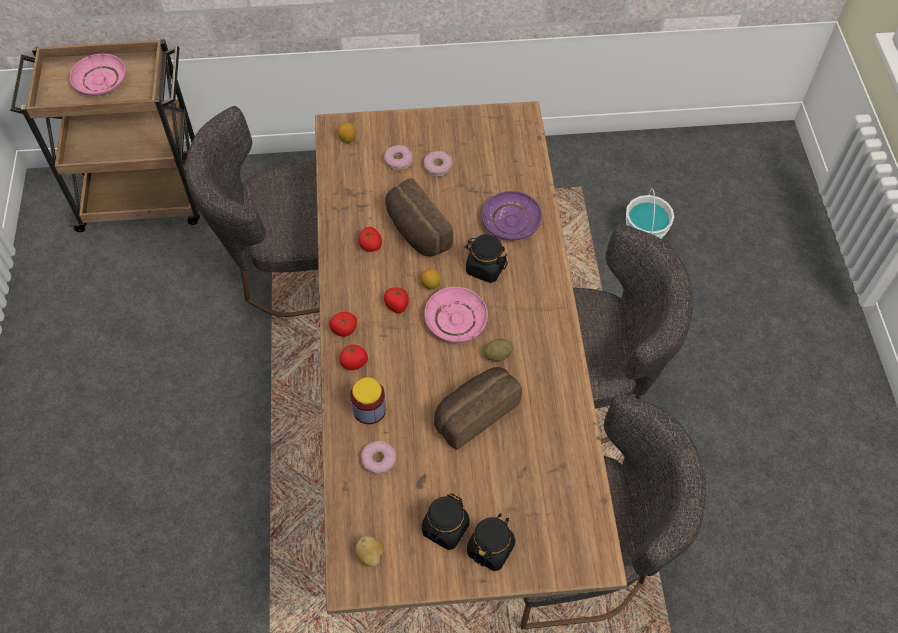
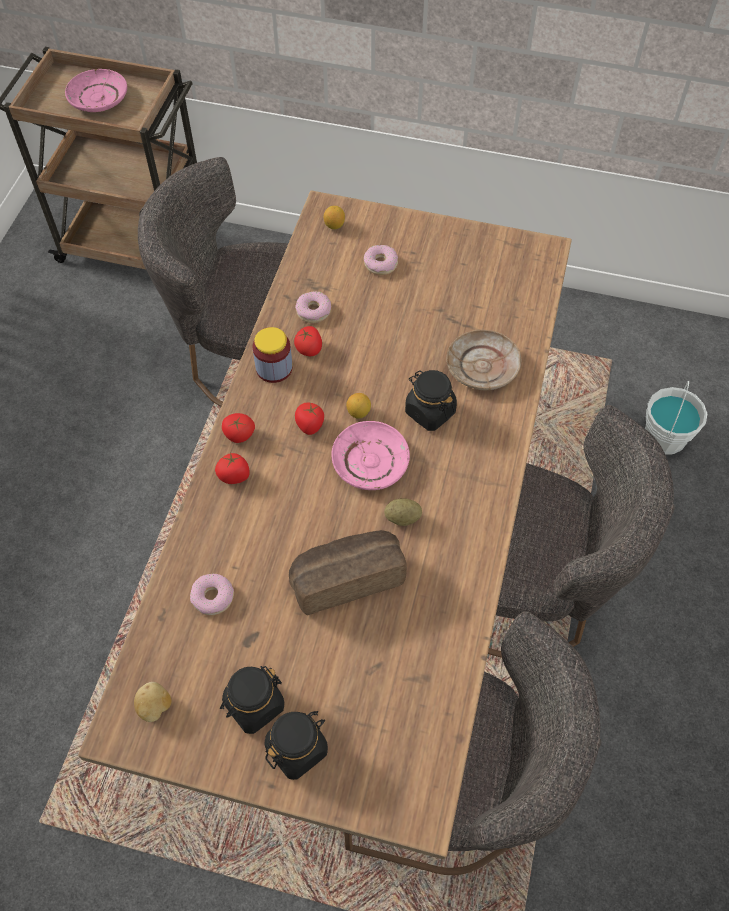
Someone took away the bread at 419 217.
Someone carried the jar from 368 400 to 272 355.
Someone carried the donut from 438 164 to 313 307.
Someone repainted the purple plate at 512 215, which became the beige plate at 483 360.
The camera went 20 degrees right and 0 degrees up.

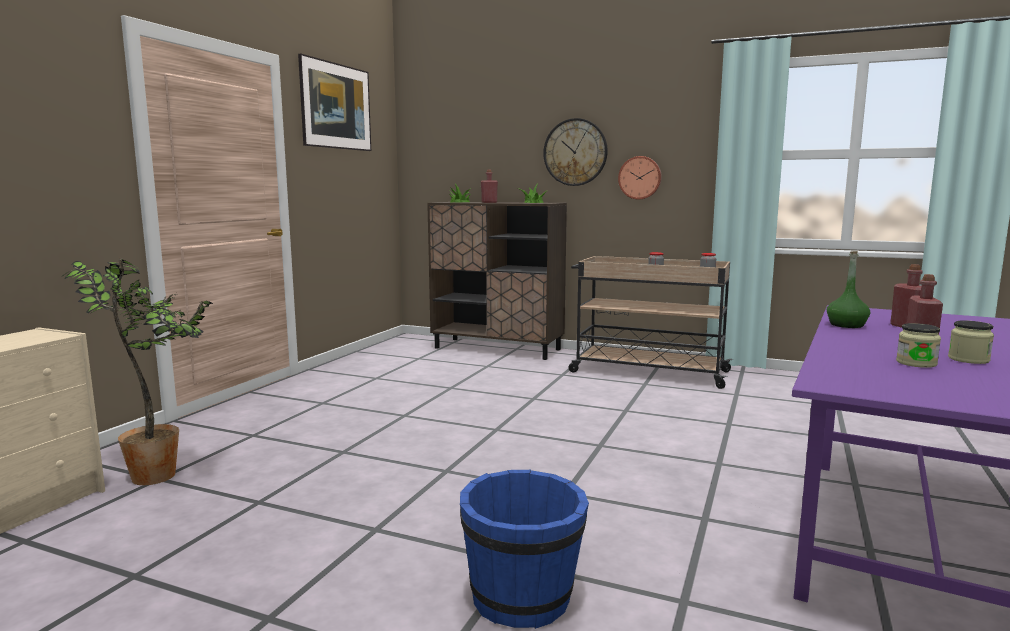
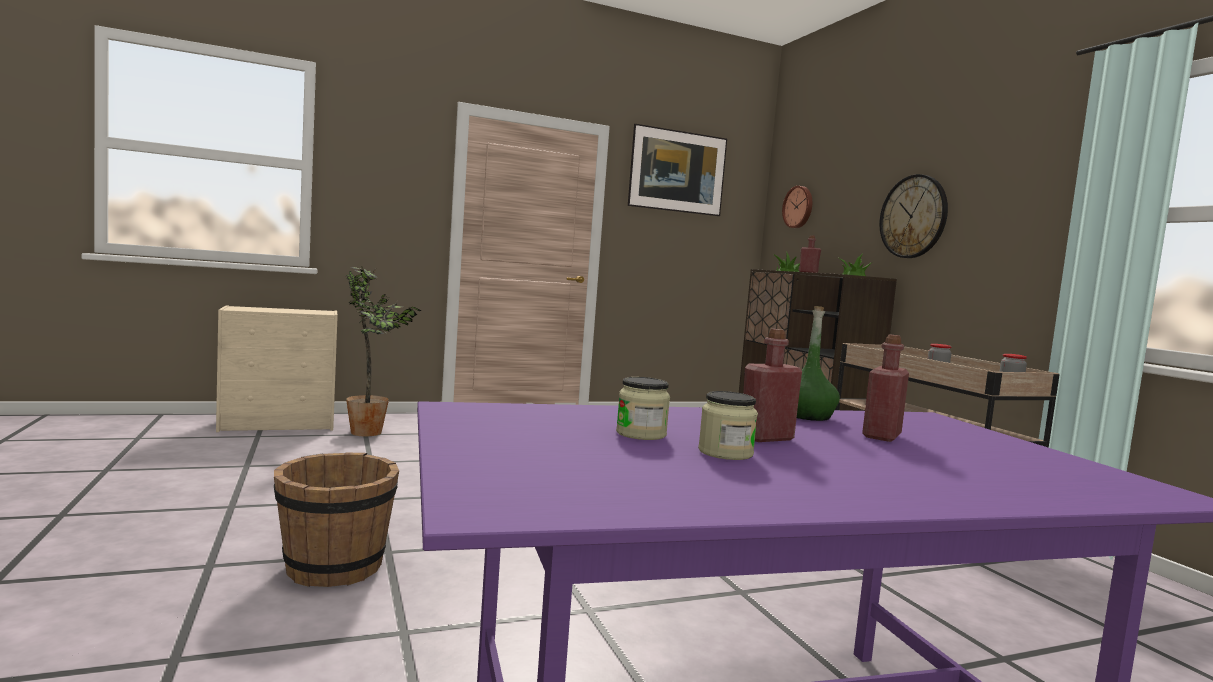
Someone carried the wall clock from 640 178 to 797 207.
Someone repainted the blue bucket at 524 549, which became the brown bucket at 336 520.
The camera went 45 degrees right and 5 degrees down.

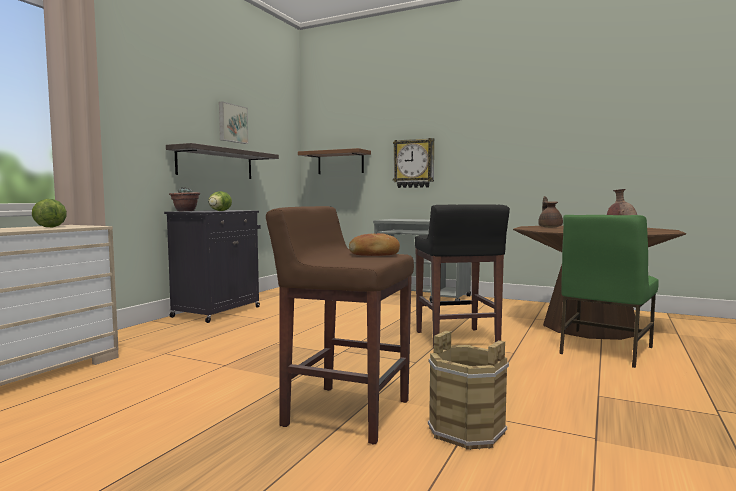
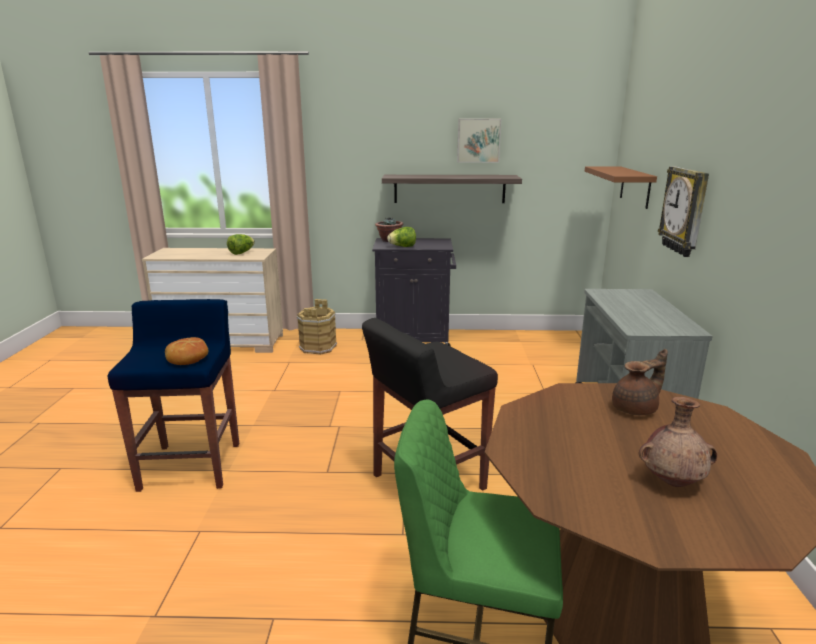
Someone carried the brown bucket from 468 390 to 317 327.
Someone repainted the brown stool at 340 325, which became the blue stool at 173 395.
The camera went 65 degrees right and 15 degrees up.

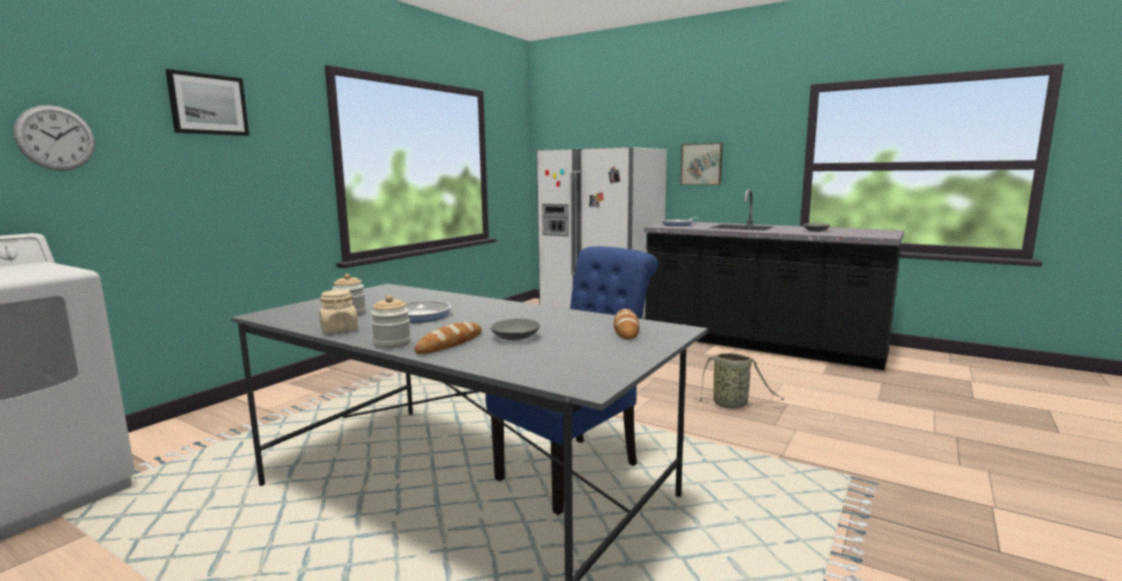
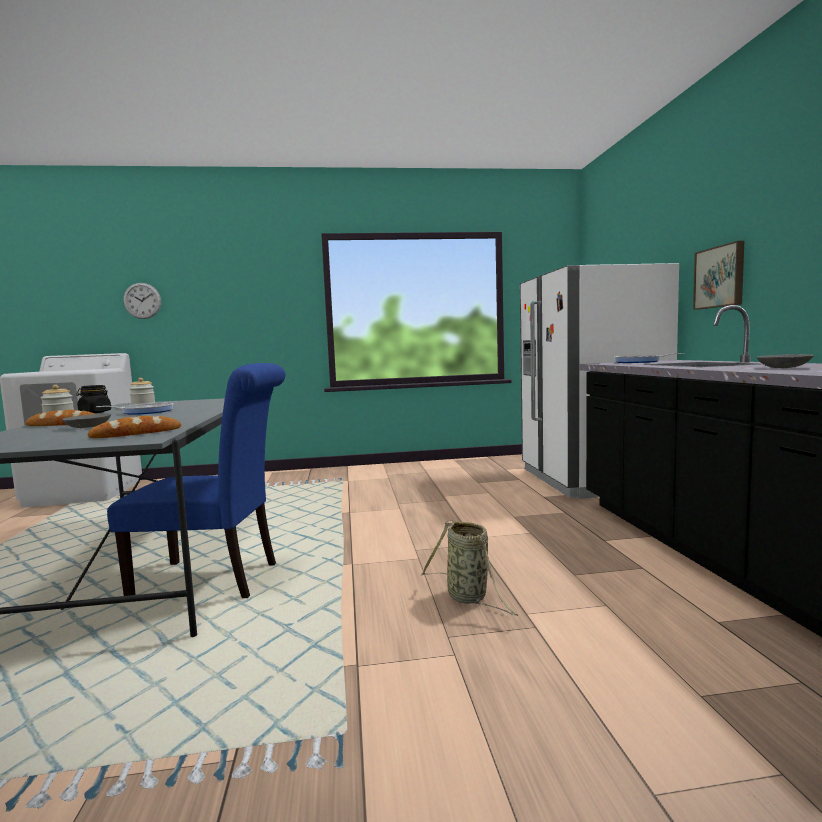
Someone took away the picture at 207 102.
Someone repainted the beige jar at 338 311, which became the black jar at 94 399.
The camera went 50 degrees right and 5 degrees down.

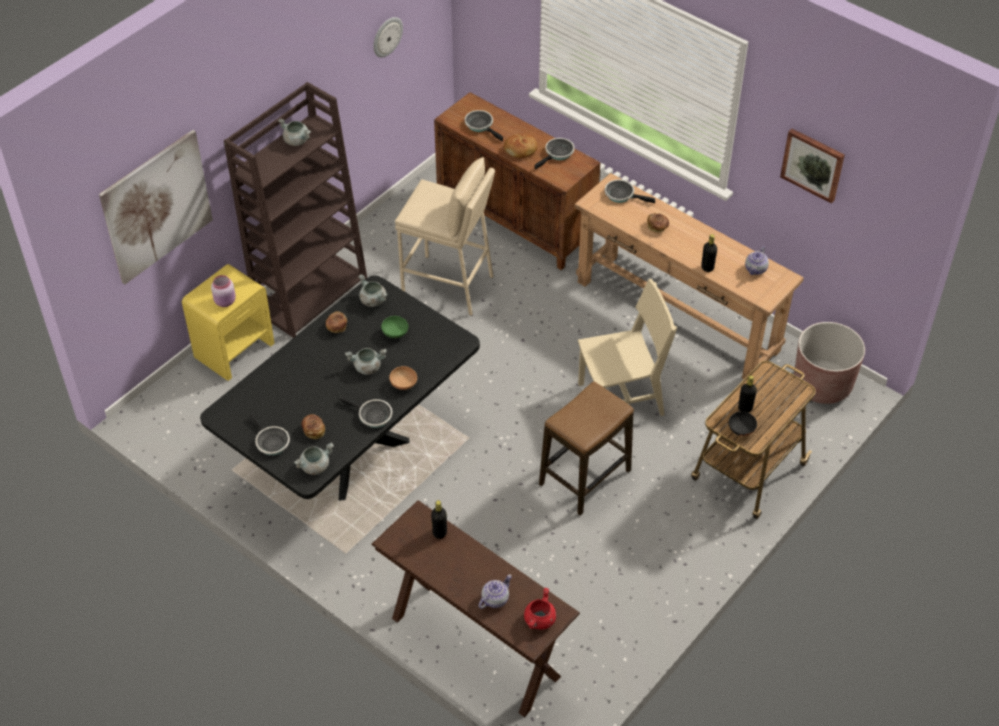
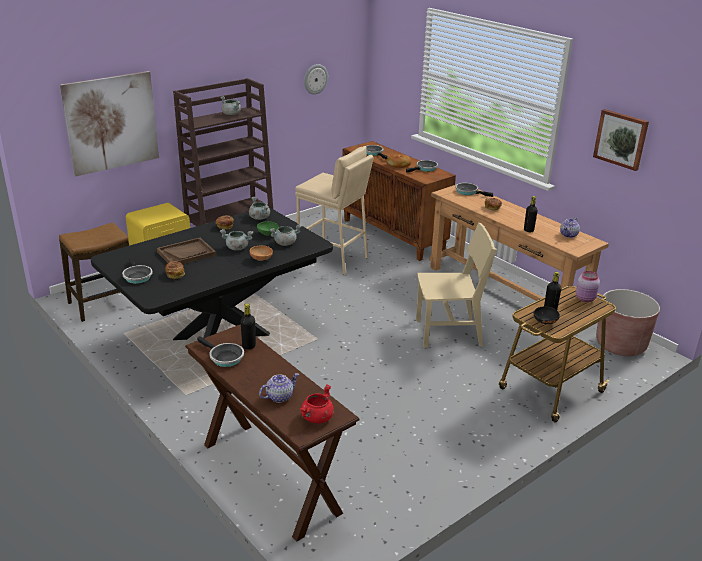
Someone put down the brown tray at 186 251.
Someone carried the pink jar from 223 291 to 588 286.
Someone carried the grey cooking pot from 314 458 to 286 235.
Someone carried the frying pan from 366 412 to 220 351.
Someone carried the stool from 586 448 to 94 272.
The camera went 10 degrees right and 20 degrees down.

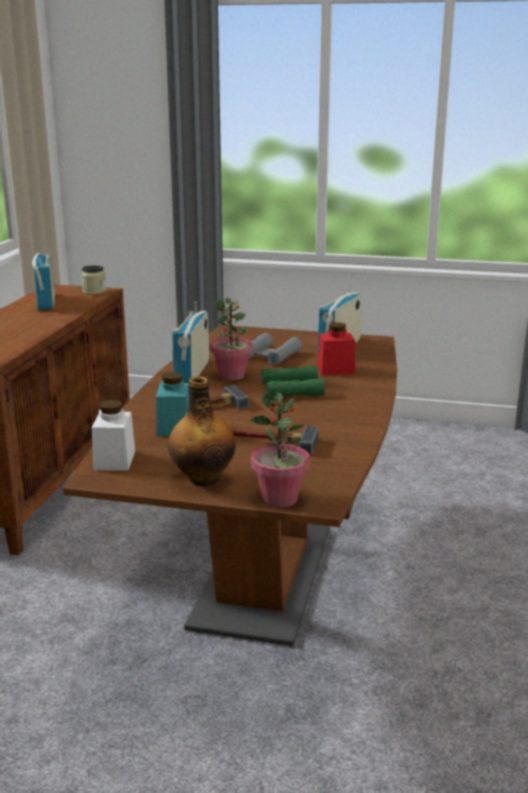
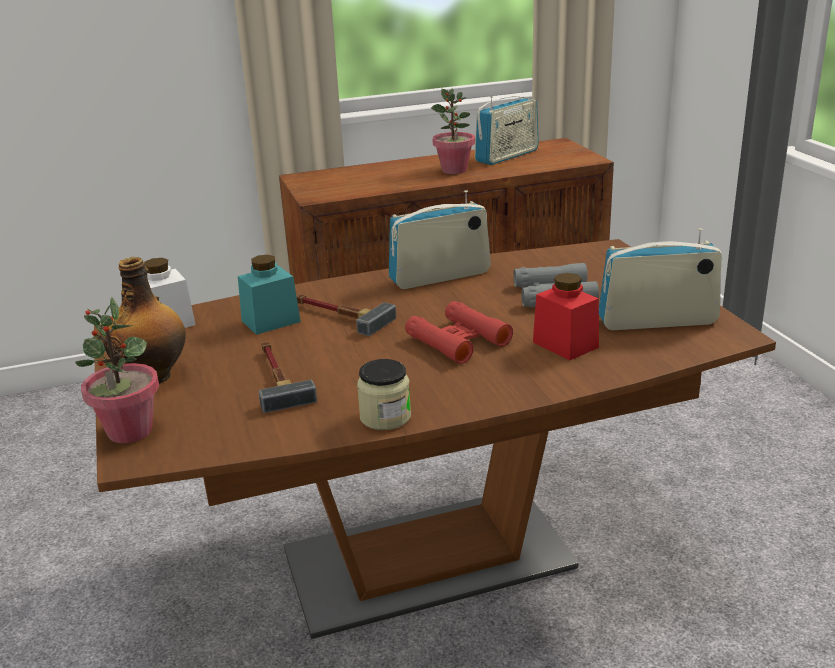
Someone carried the jar from 93 280 to 384 394.
Someone carried the potted plant from 231 339 to 453 131.
Someone repainted the green binoculars at 293 381, which became the red binoculars at 459 332.
The camera went 60 degrees right and 5 degrees up.

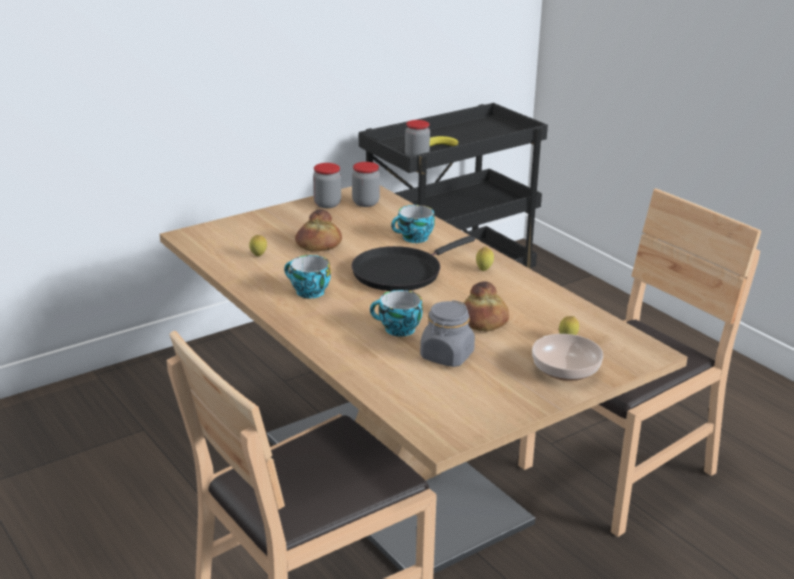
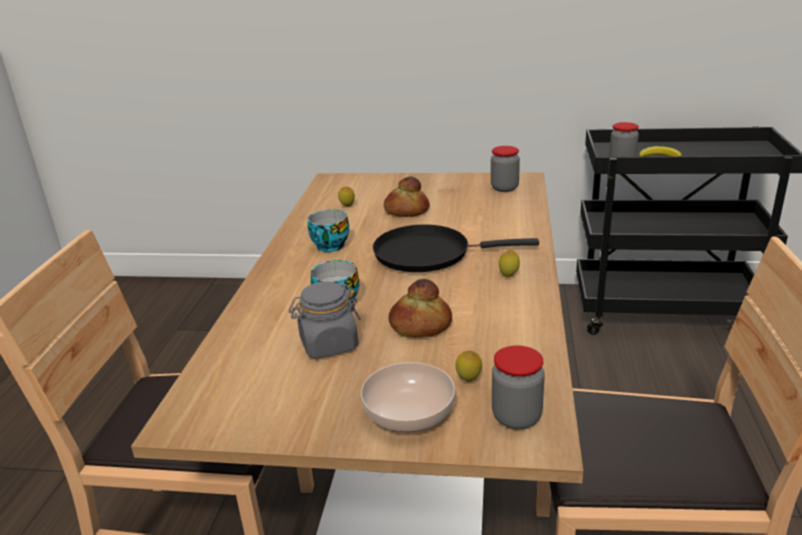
Someone took away the cup at 413 224.
Someone carried the jar from 327 185 to 518 387.
The camera went 45 degrees right and 0 degrees up.

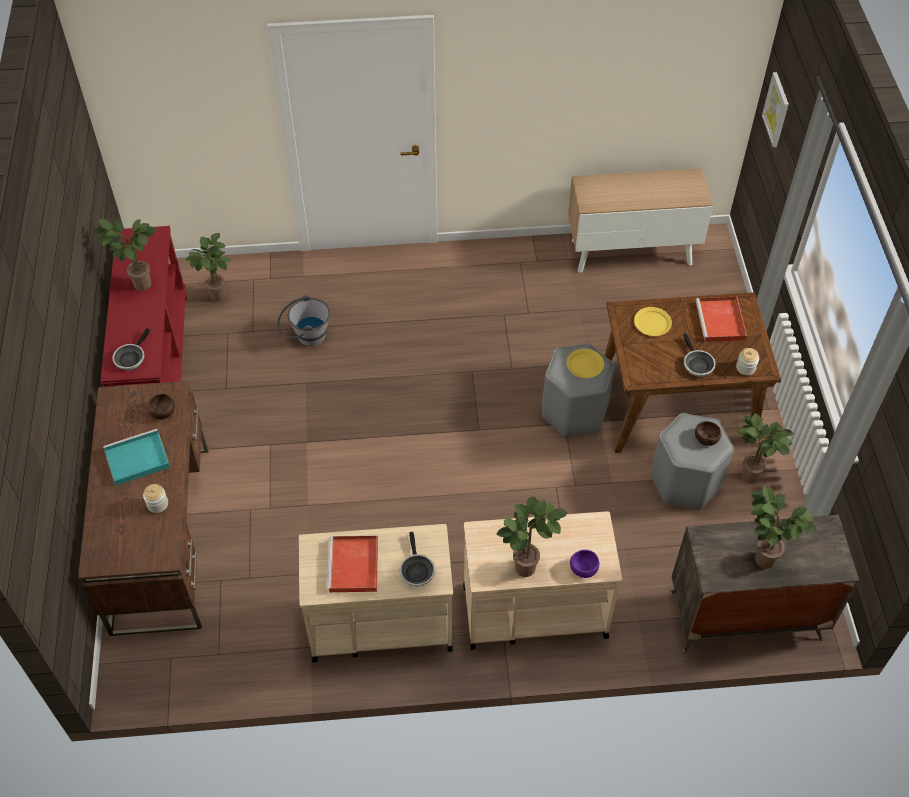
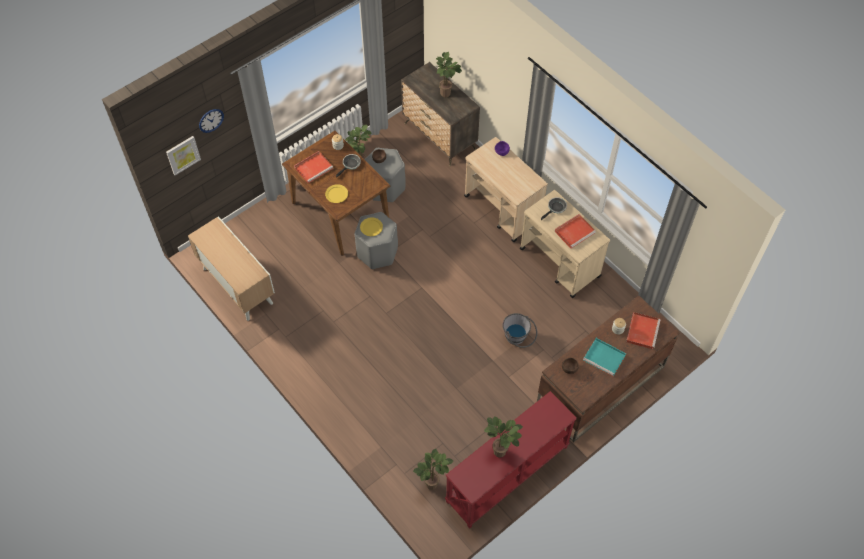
Someone took away the frying pan at 131 349.
Someone took away the potted plant at 532 536.
Someone put up the wall clock at 211 121.
Someone put down the red tray at 643 330.
Someone carried the grey bucket from 303 321 to 519 330.
The camera went 125 degrees left and 5 degrees up.

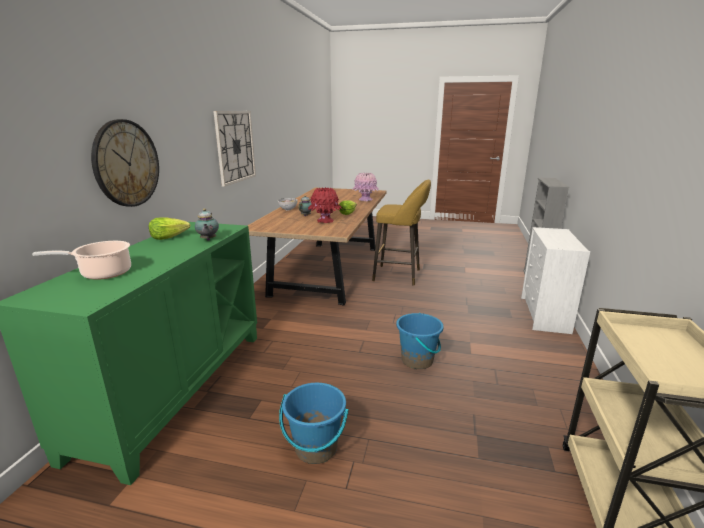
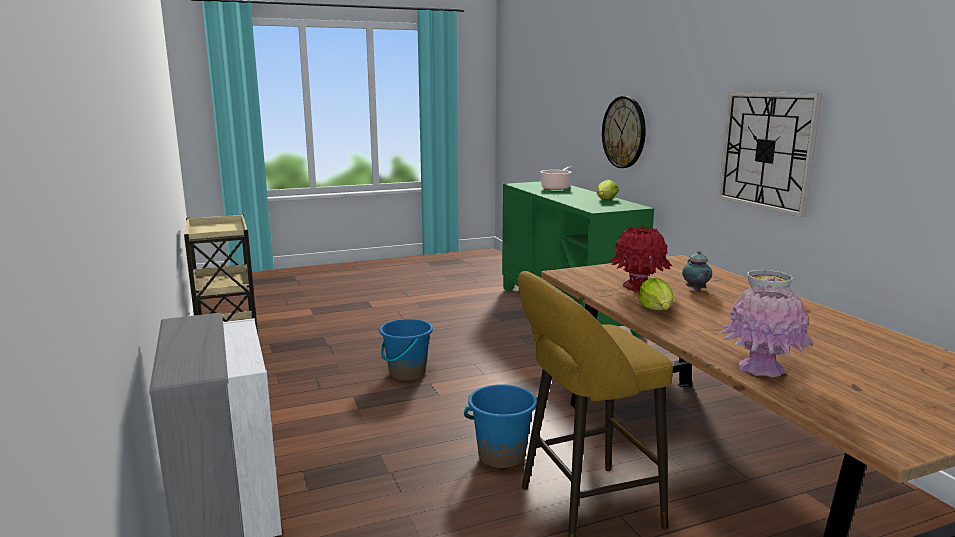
Someone took away the teapot at 207 224.
Someone carried the blue bucket from 314 423 to 501 426.
The camera went 145 degrees right and 5 degrees down.

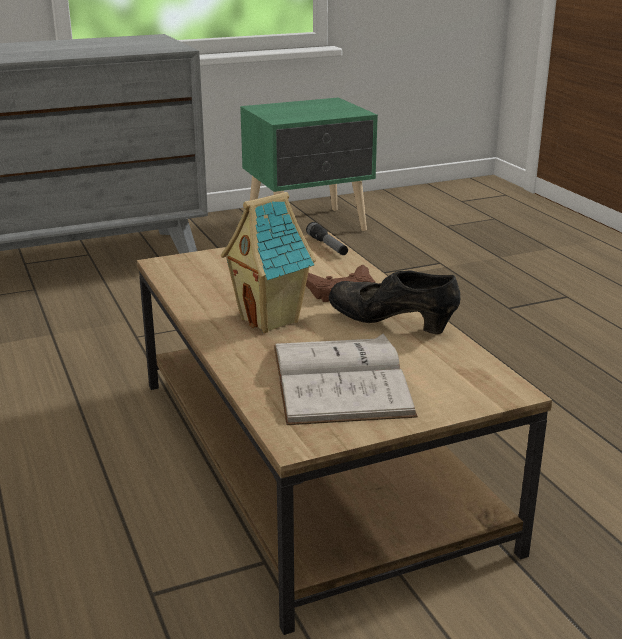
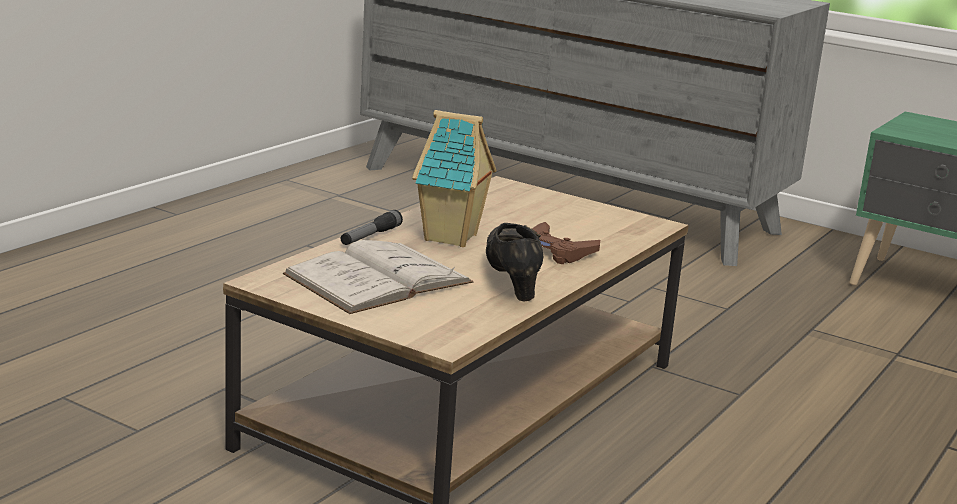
Someone carried the flashlight from 327 238 to 372 227.
The camera went 55 degrees right and 5 degrees down.

